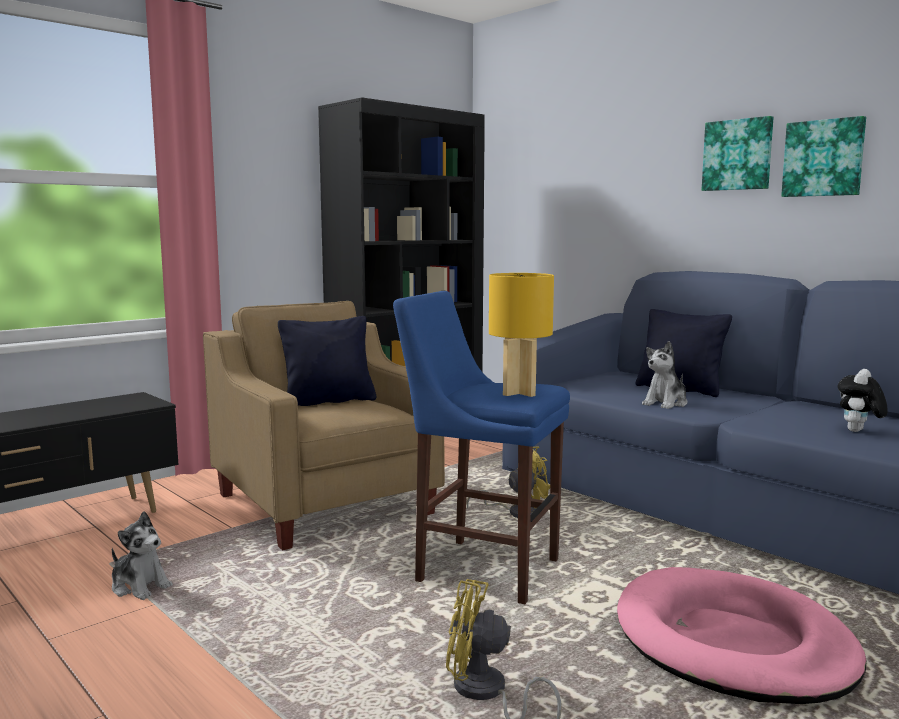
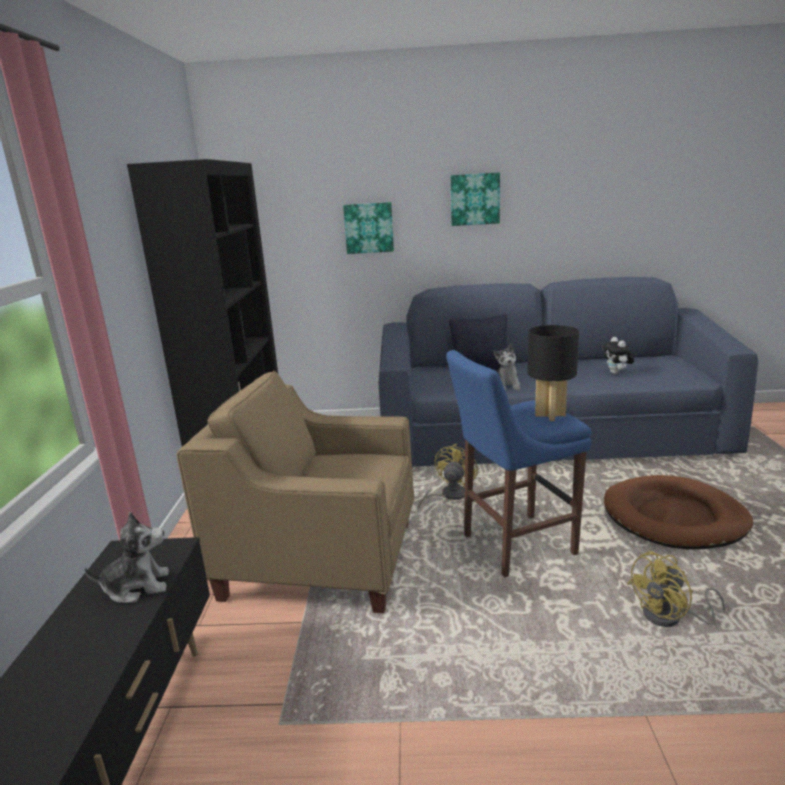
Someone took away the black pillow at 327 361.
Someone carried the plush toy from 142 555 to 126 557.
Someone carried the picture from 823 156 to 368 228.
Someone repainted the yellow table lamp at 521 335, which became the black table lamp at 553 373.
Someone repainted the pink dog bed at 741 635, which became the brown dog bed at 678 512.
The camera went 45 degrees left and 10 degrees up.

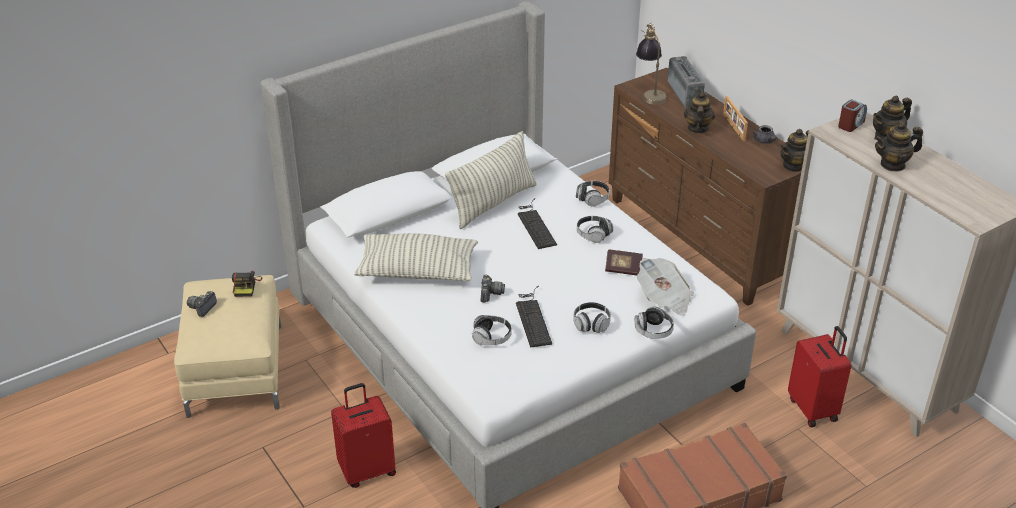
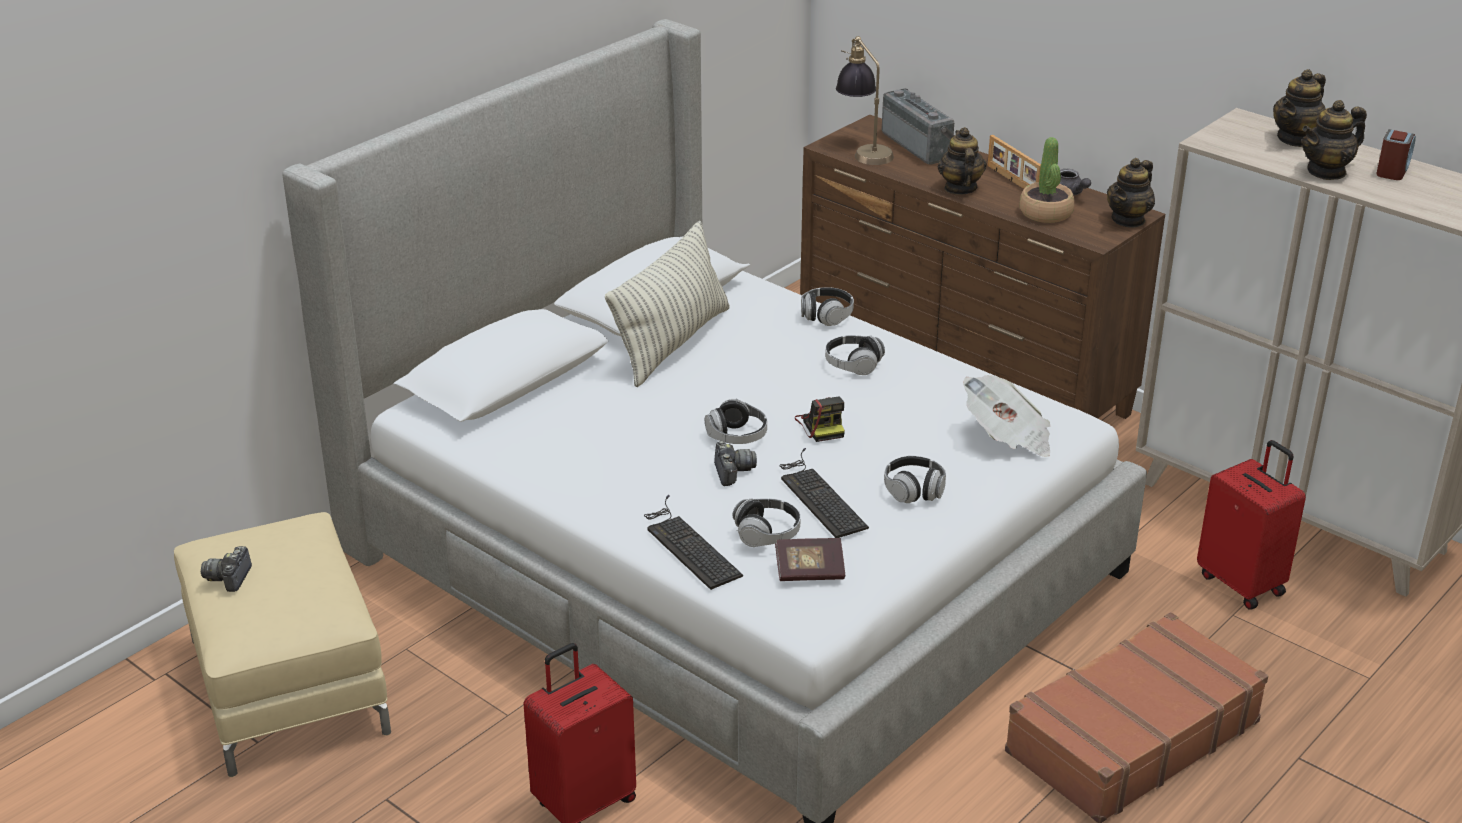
Someone took away the pillow at 416 257.
Someone put down the potted plant at 1047 180.
Someone carried the photo camera from 247 284 to 820 419.
Someone carried the keyboard from 537 223 to 693 542.
Someone carried the book from 624 262 to 810 559.
Someone carried the headphones from 654 322 to 736 421.
Someone carried the alarm clock from 852 116 to 1396 154.
The camera went 15 degrees left and 5 degrees down.

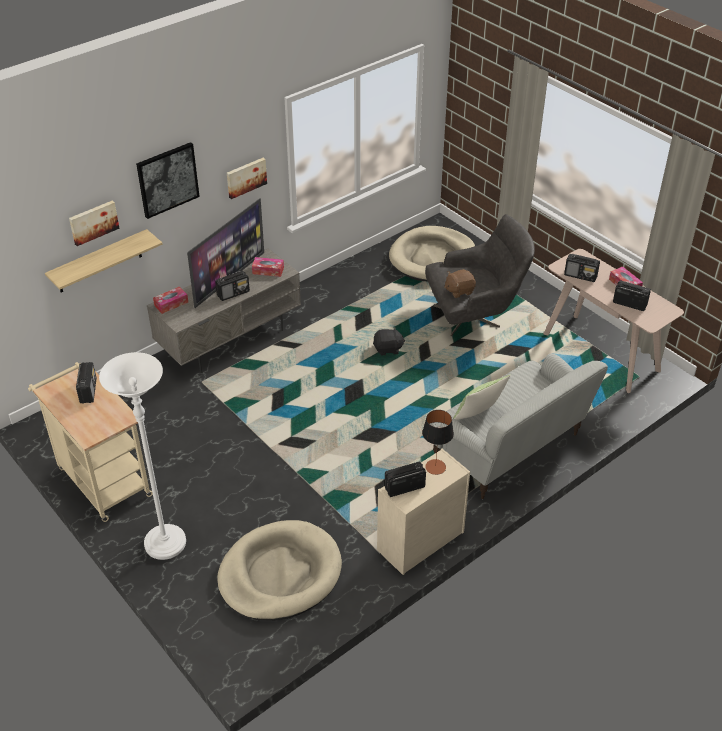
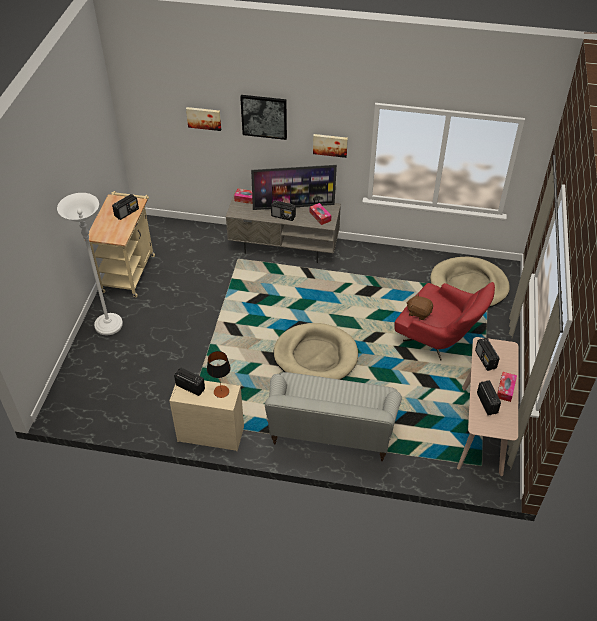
Someone took away the shelf at 103 260.
Someone took away the black plush toy at 389 341.
Someone took away the pillow at 482 397.
Someone carried the beige dog bed from 279 570 to 315 351.
Someone repainted the grey armchair at 480 275, which became the red armchair at 445 321.
The camera went 50 degrees right and 5 degrees up.

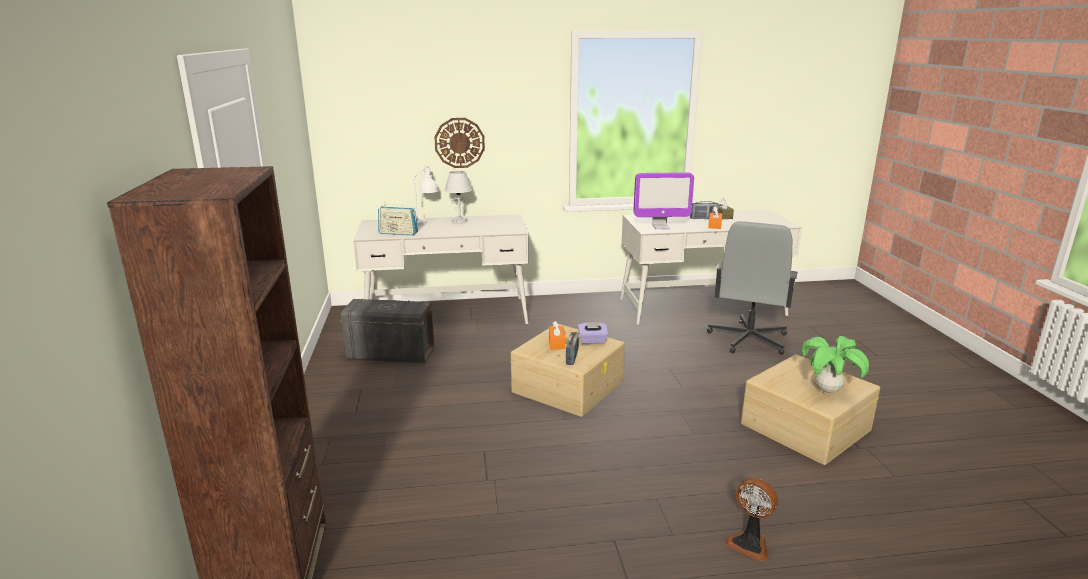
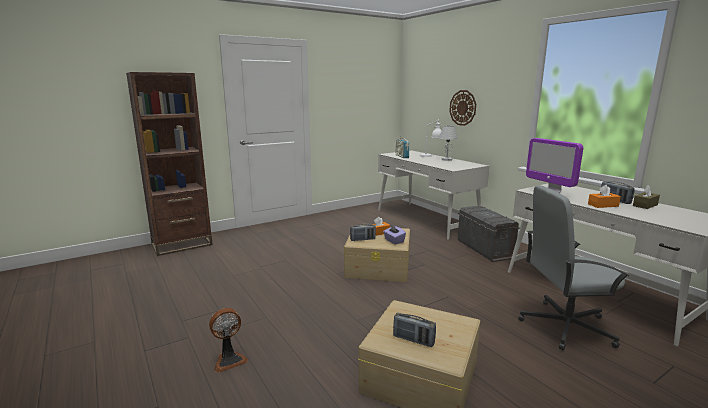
Someone carried the grey storage box from 386 331 to 489 234.
Someone swapped the potted plant at 835 364 for the radio at 414 330.
Someone rotated the fan at 751 519 by 135 degrees counterclockwise.
The camera went 65 degrees right and 5 degrees down.

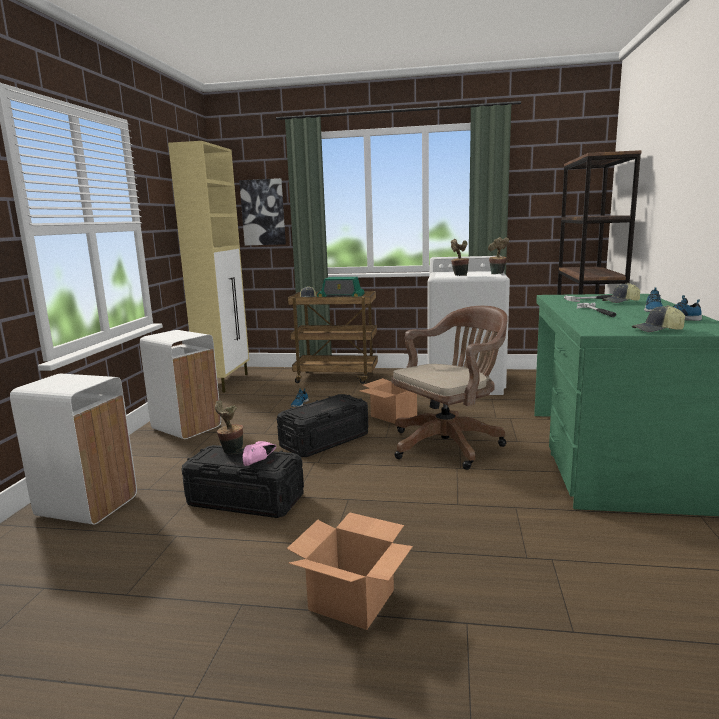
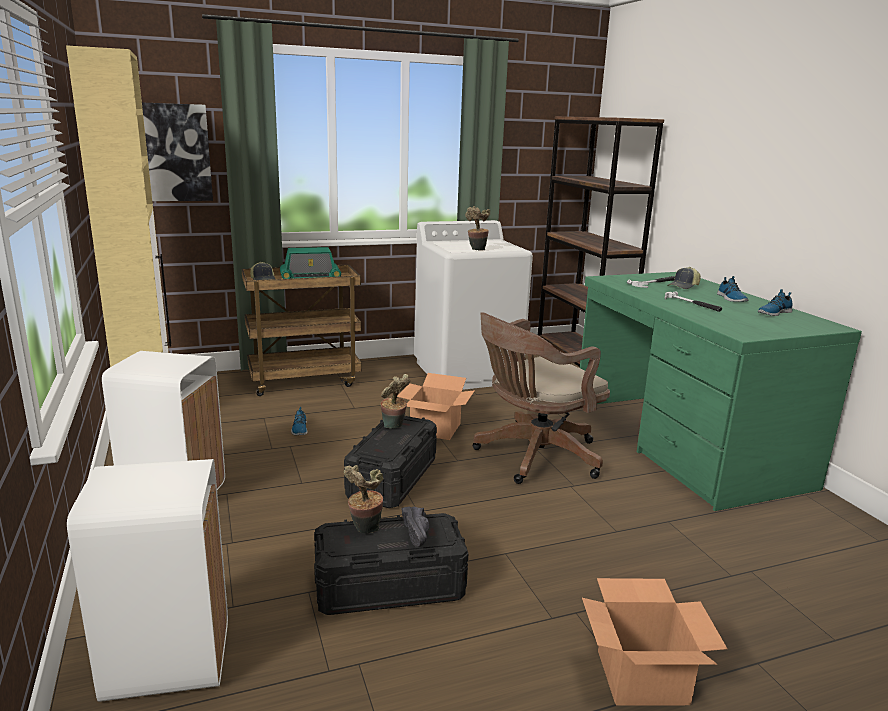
Someone took away the cap at 658 318.
Someone carried the potted plant from 498 255 to 395 401.
Someone repainted the pink shoe at 259 453, which became the black shoe at 415 527.
Someone rotated the brown office chair at 449 388 by 150 degrees counterclockwise.
The camera went 30 degrees left and 5 degrees up.

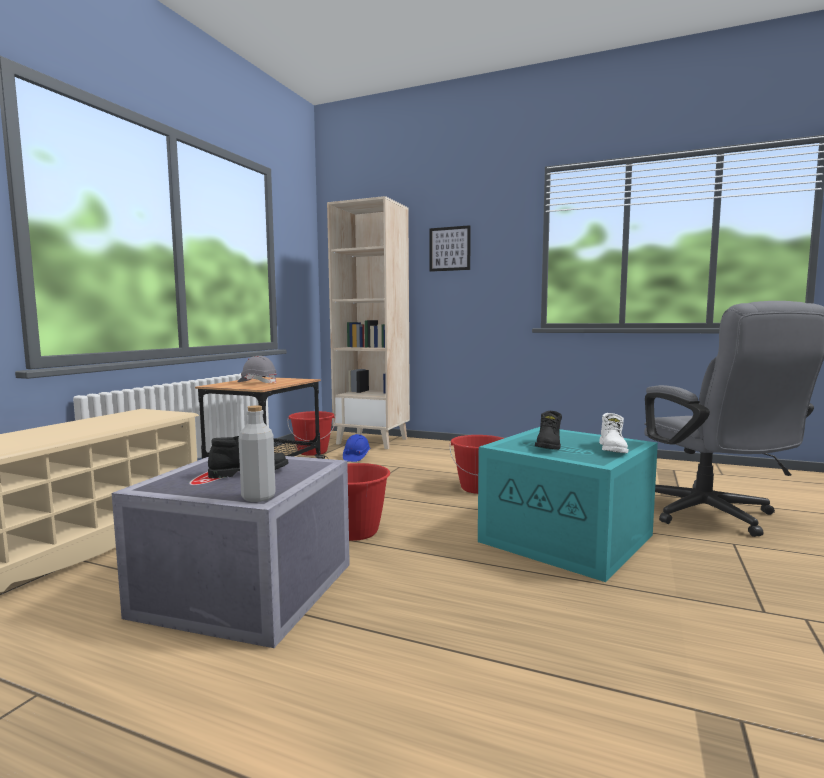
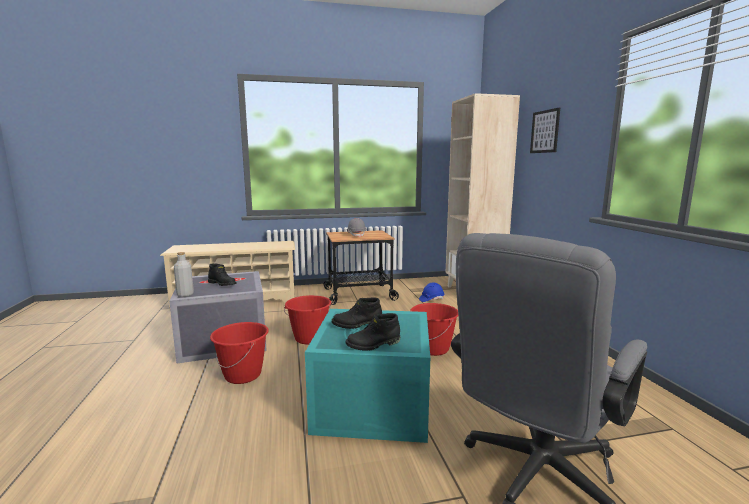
Someone carried the red bucket from 312 433 to 239 353.
Someone repainted the white boot at 614 433, which became the black boot at 372 332.
The camera went 55 degrees right and 5 degrees up.

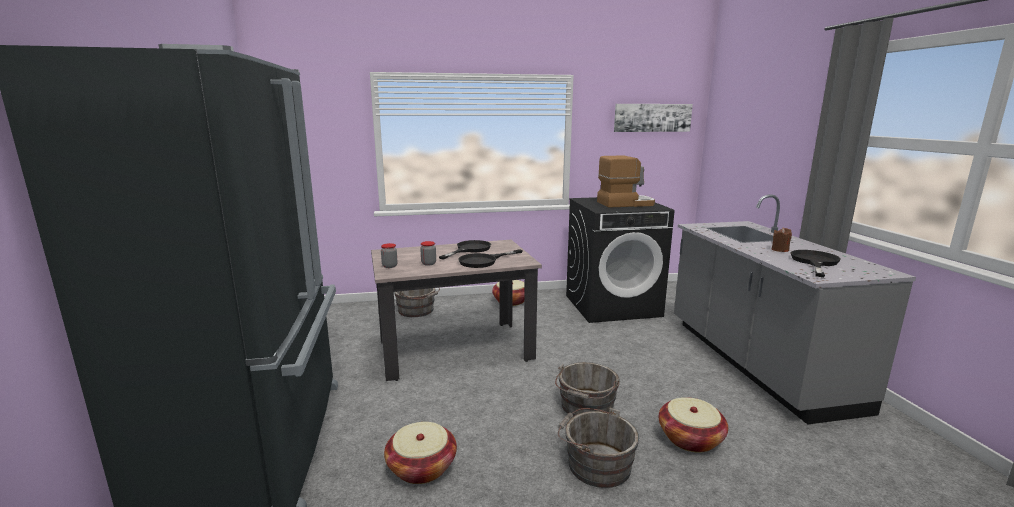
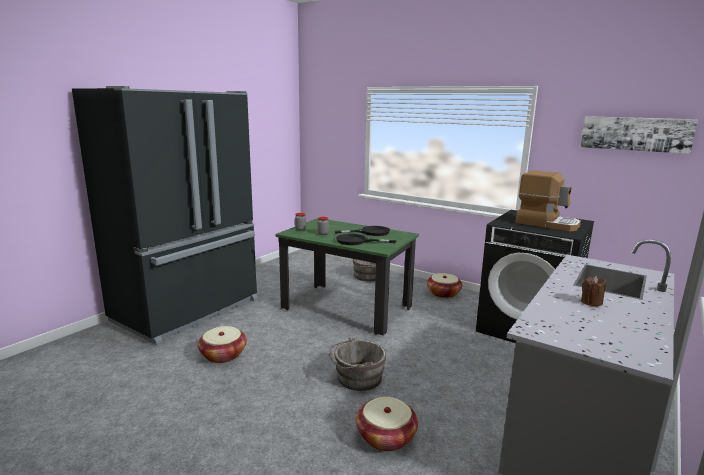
Someone took away the grey bucket at 598 448.
Someone took away the black frying pan at 816 263.
Someone repainted the beige dining table at 456 310, which became the green dining table at 347 276.
The camera went 45 degrees right and 0 degrees up.

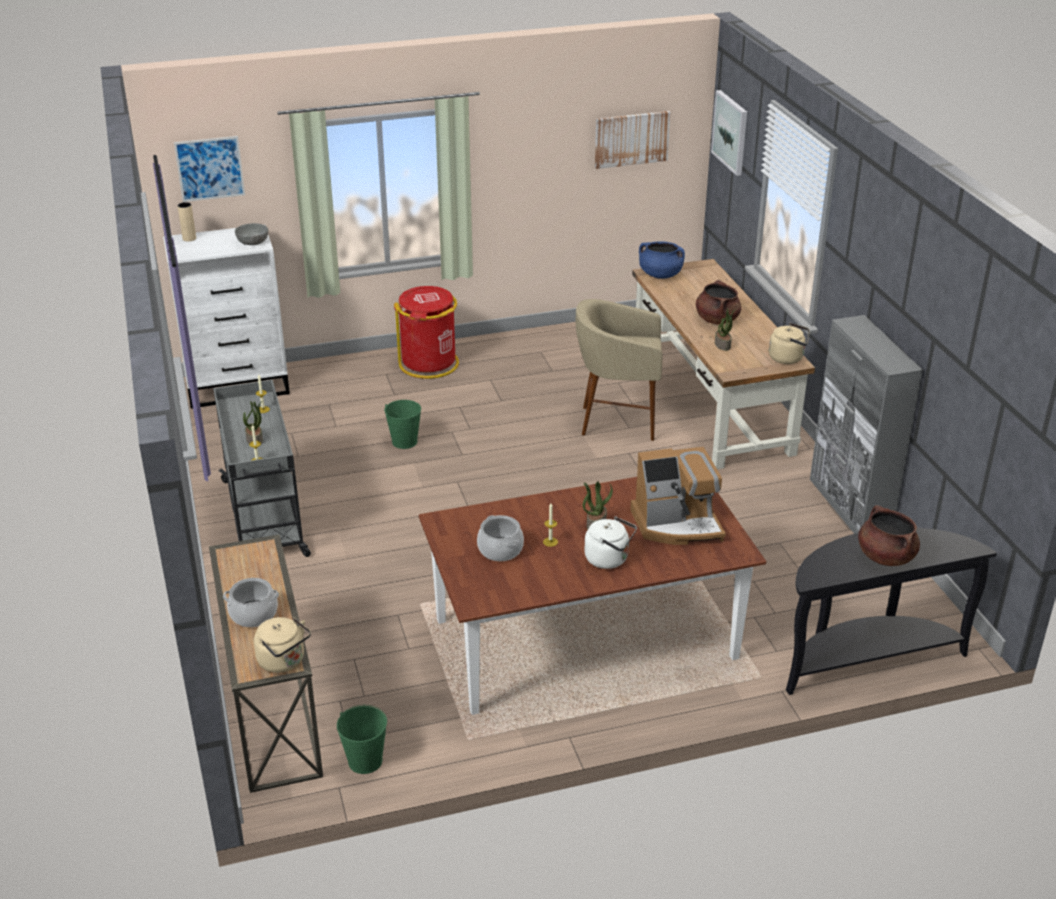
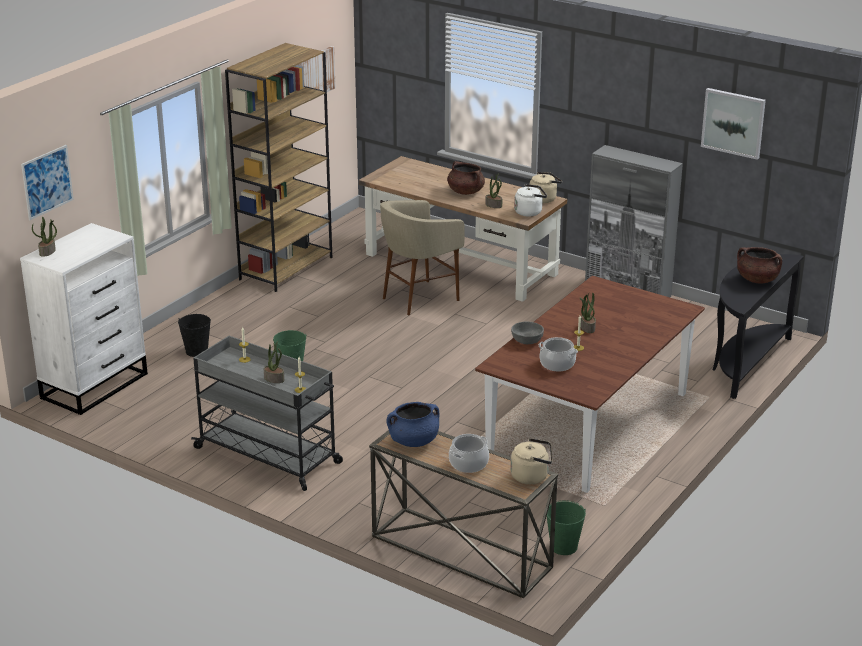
Someone took away the red trash can at 426 332.
Someone took away the coffee machine at 678 496.
Someone put down the black bucket at 194 335.
Someone put down the brown bookcase at 278 167.
Someone carried the grey bowl from 251 234 to 527 333.
Someone carried the white kettle from 611 542 to 530 200.
Someone carried the blue cooking pot from 662 260 to 412 424.
Someone carried the picture from 729 133 to 733 124.
Someone swapped the beige vase at 186 221 for the potted plant at 44 237.
The camera went 40 degrees left and 5 degrees down.

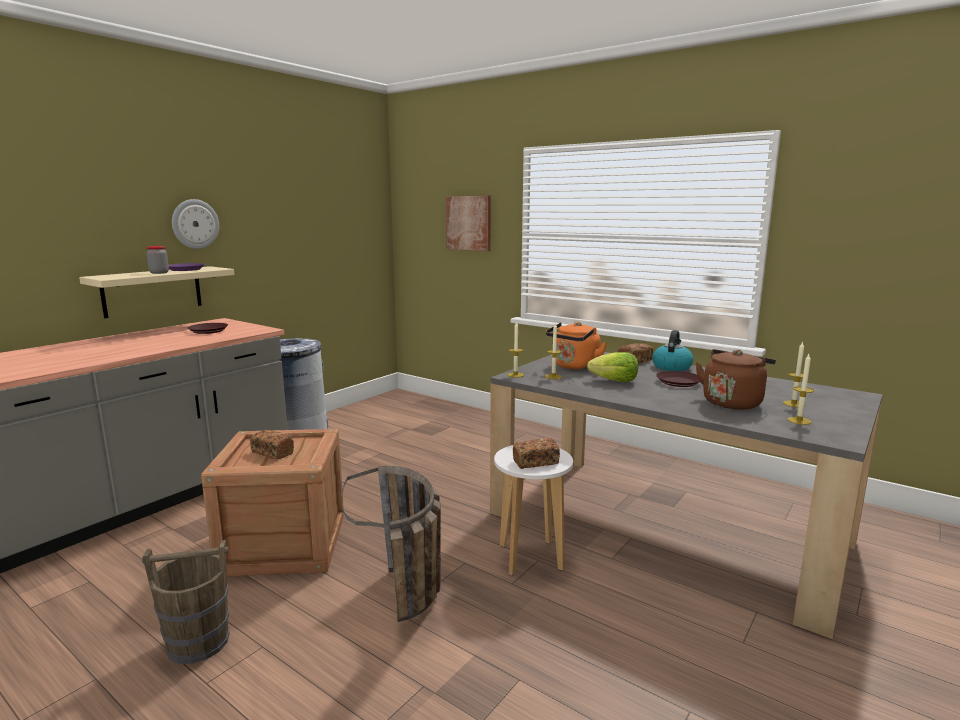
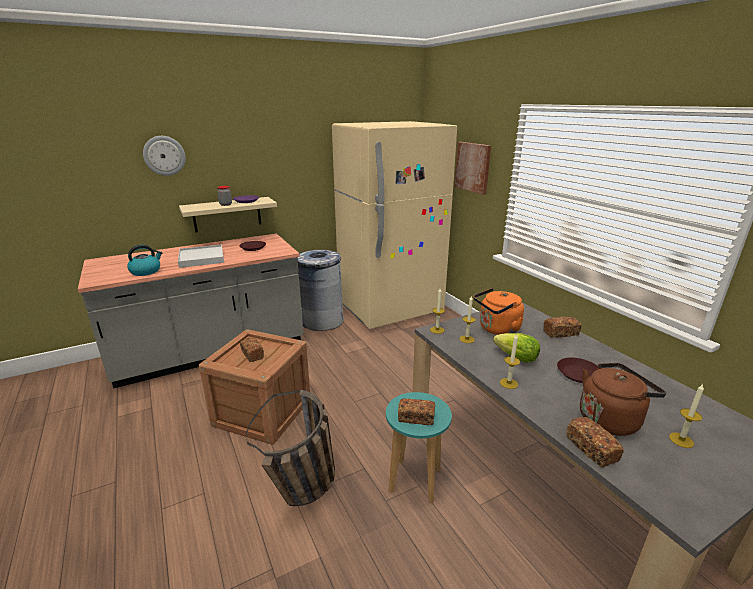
Someone took away the brown bucket at 185 602.
Someone put down the white tray at 201 256.
Someone put down the beige fridge at 394 225.
Someone put down the bread at 595 442.
Someone carried the wall clock from 195 224 to 164 156.
Someone carried the kettle from 673 350 to 144 260.
Someone carried the candle from 800 389 to 510 361.
Someone repainted the white stool at 533 510, which became the turquoise stool at 419 447.
The camera went 25 degrees right and 10 degrees up.

